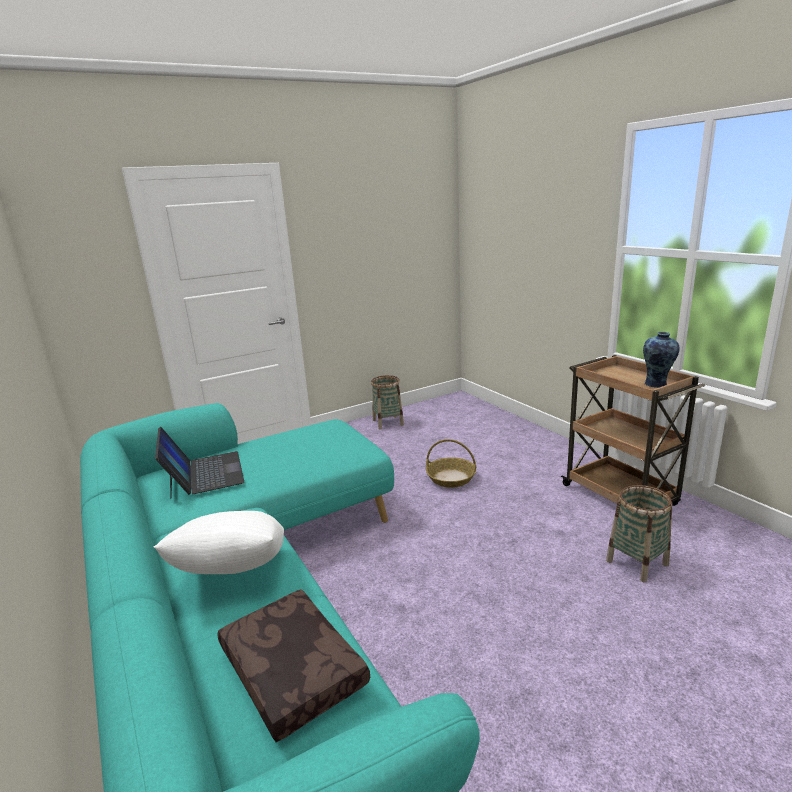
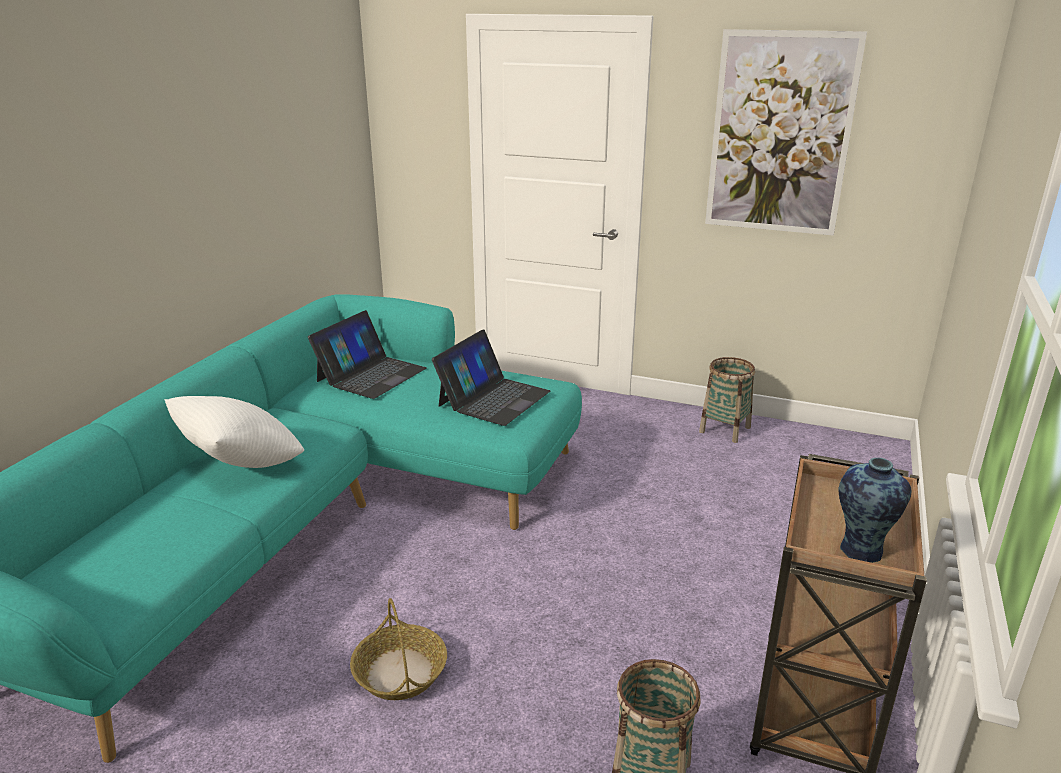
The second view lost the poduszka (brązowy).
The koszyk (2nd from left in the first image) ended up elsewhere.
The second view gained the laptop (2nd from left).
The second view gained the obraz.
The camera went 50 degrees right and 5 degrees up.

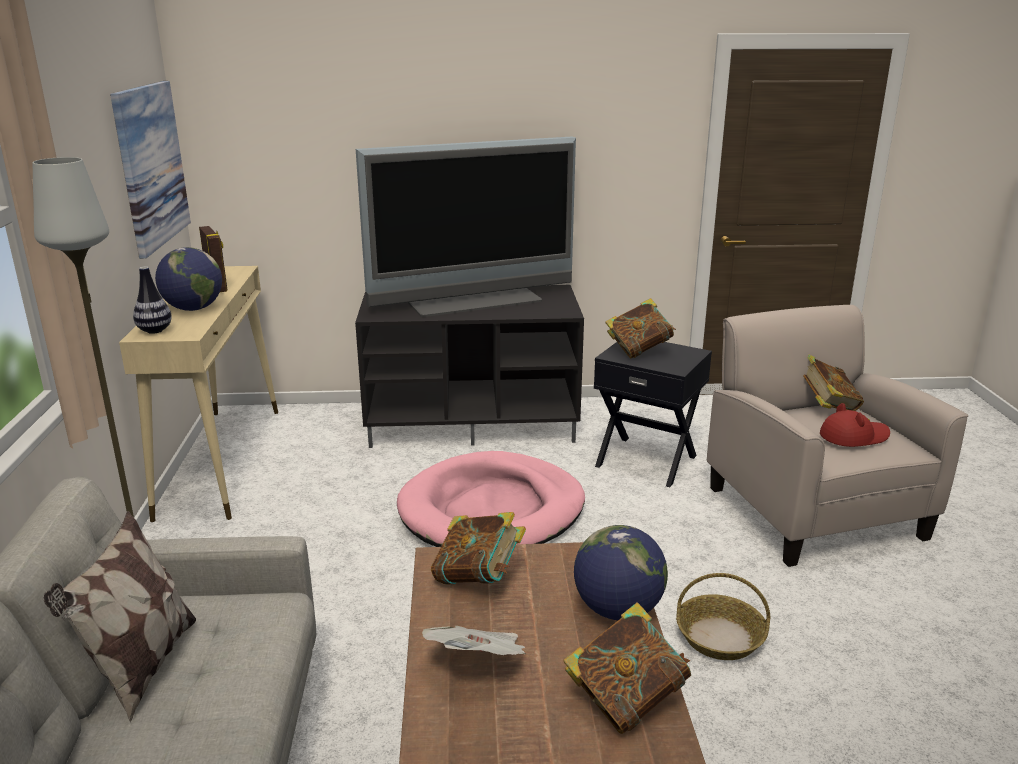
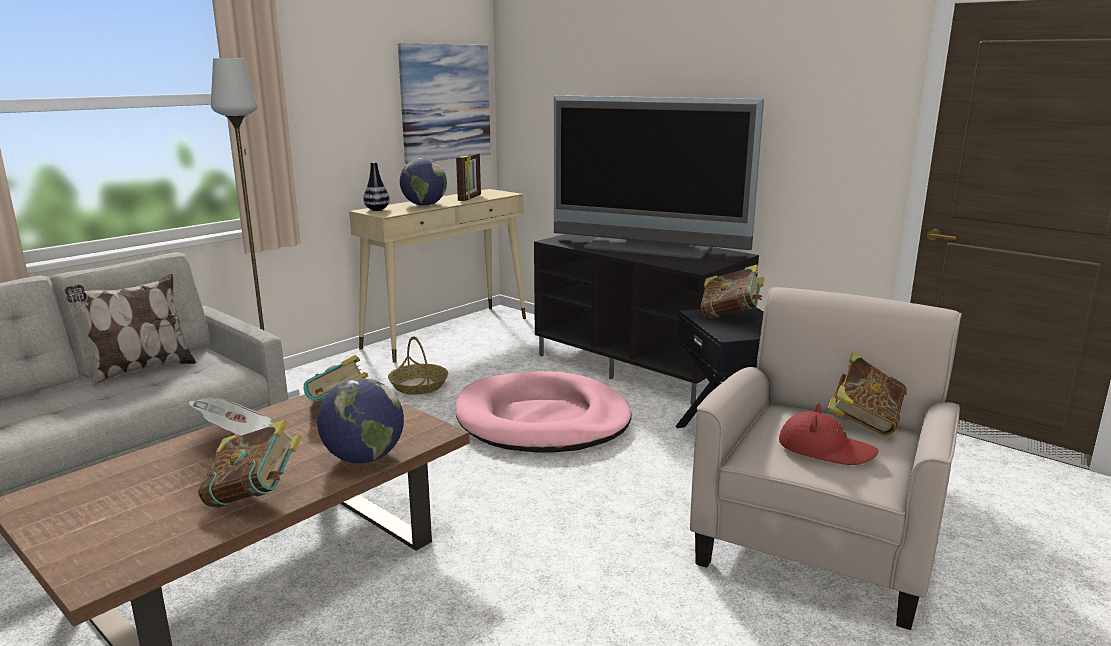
The koszyk ended up elsewhere.
The camera went 45 degrees right and 5 degrees down.

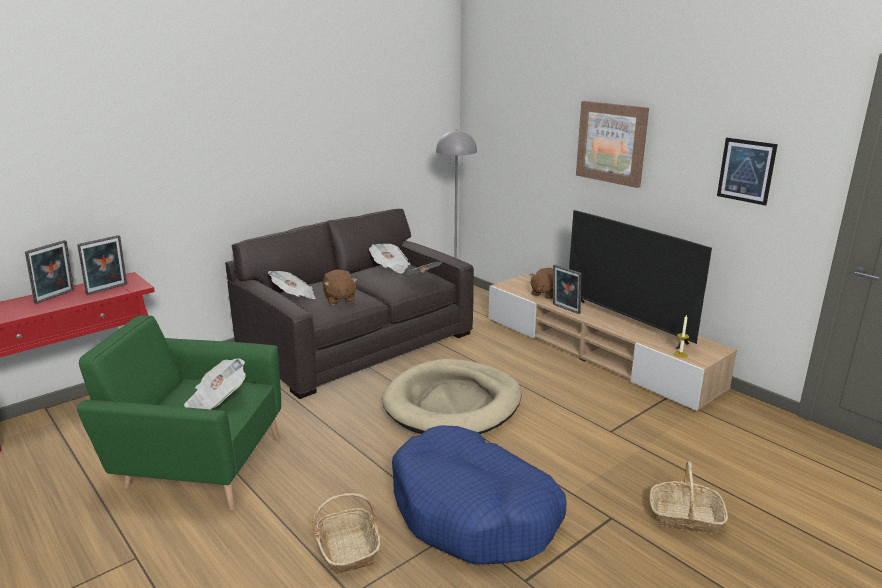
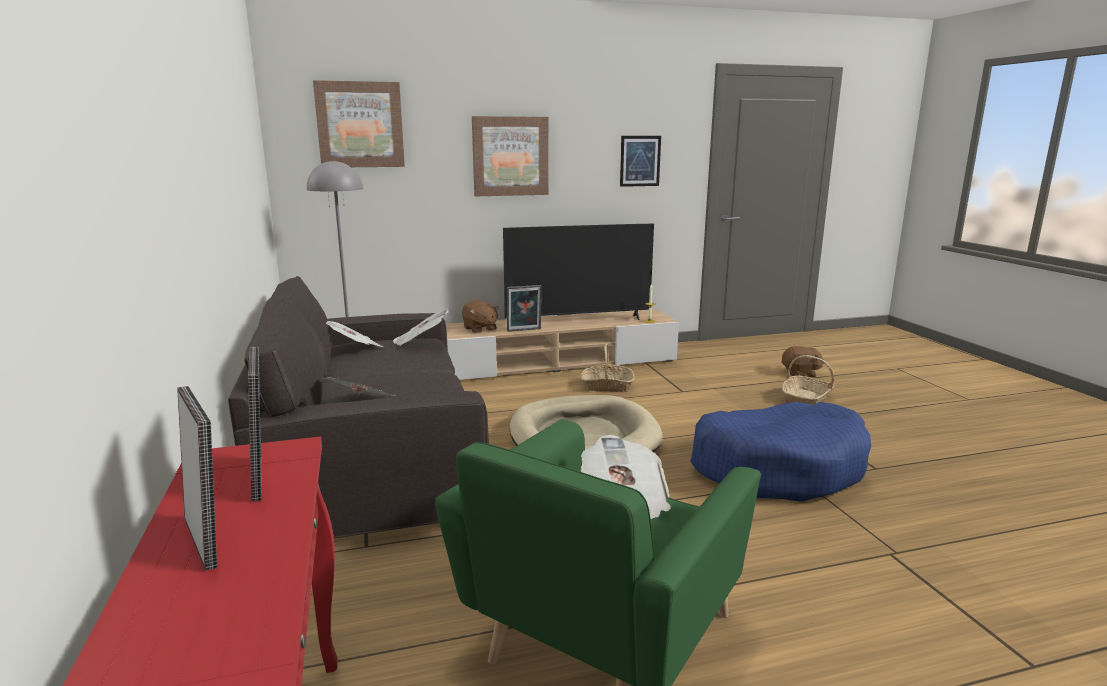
The koszyk (1st from left) ended up elsewhere.
The pluszak (brązowy) (1st from left in the first image) ended up elsewhere.
The second view gained the obraz (1st from left).
The camera went 65 degrees left and 5 degrees down.

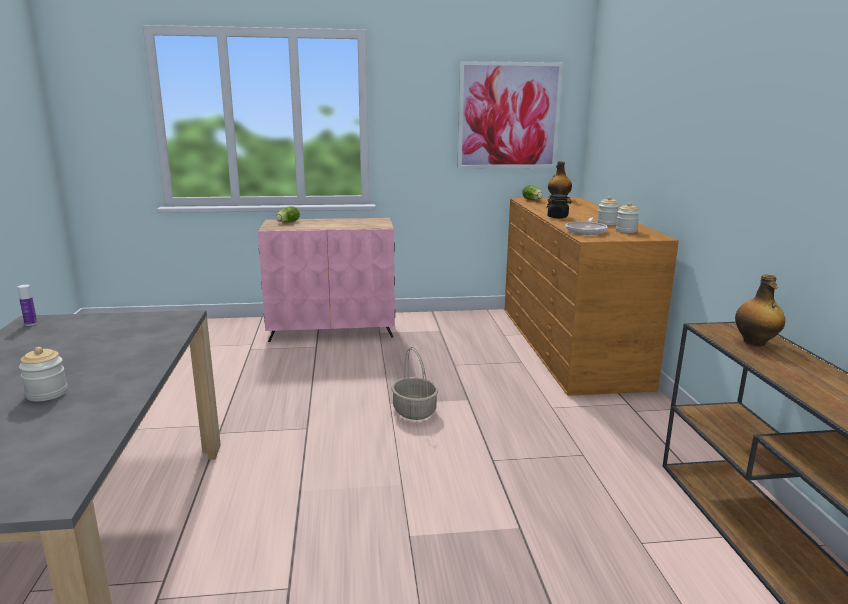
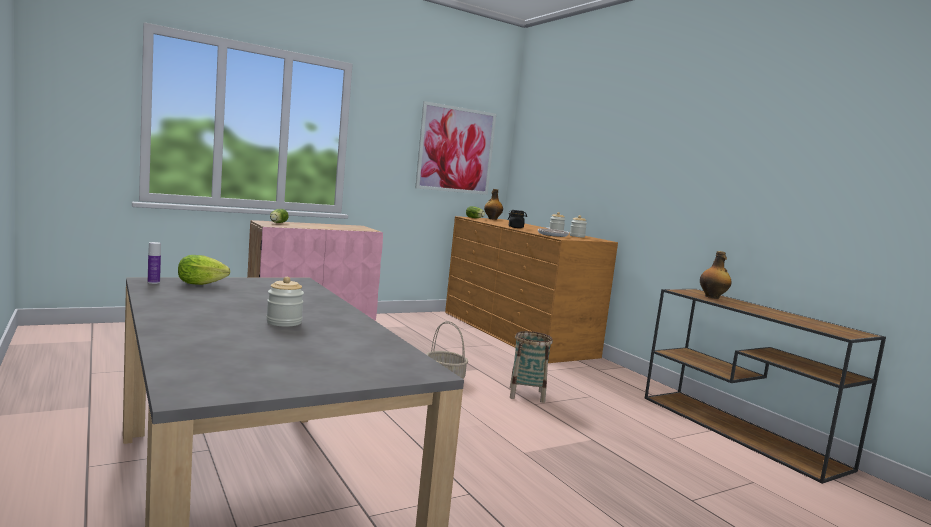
The second view gained the sałata (1st from left).
The second view gained the koszyk (2nd from left).
The camera went 25 degrees left and 10 degrees down.

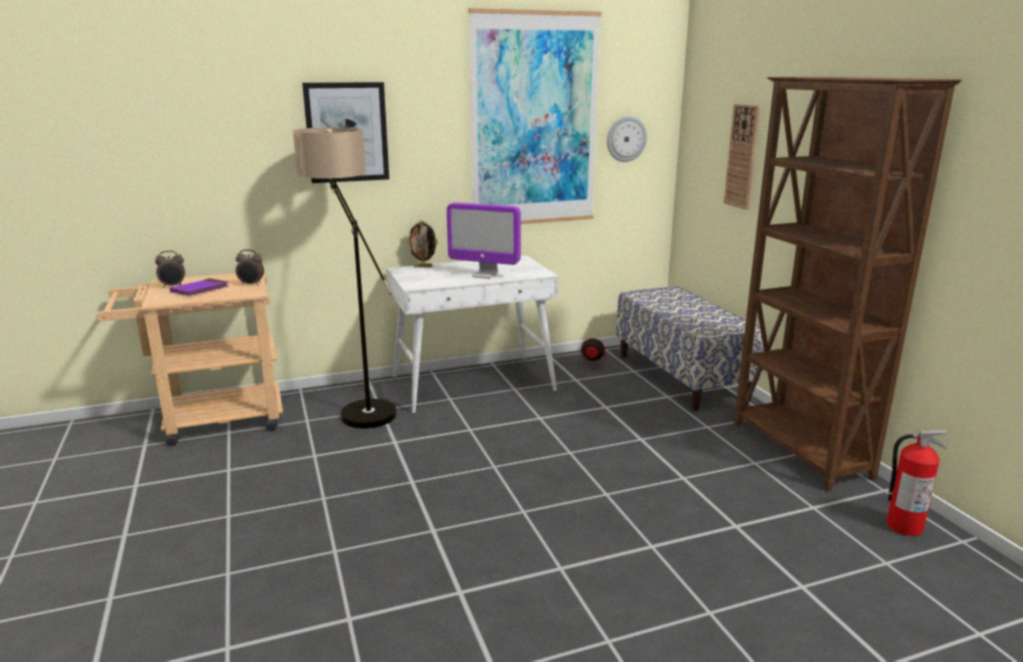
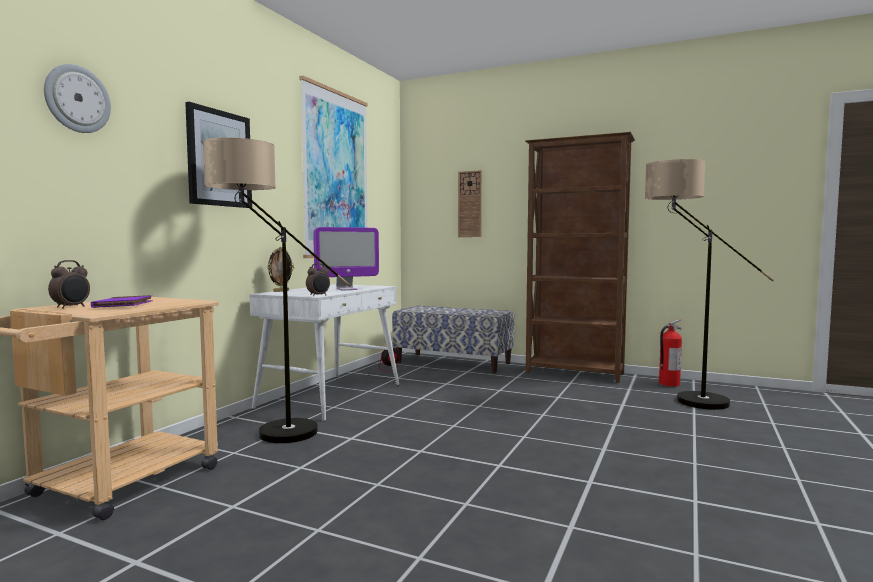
The budzik (2nd from left) ended up elsewhere.
The zegar ścienny (1st from left) ended up elsewhere.
The second view gained the lampa stojąca (2nd from left).
The camera went 45 degrees left and 15 degrees down.

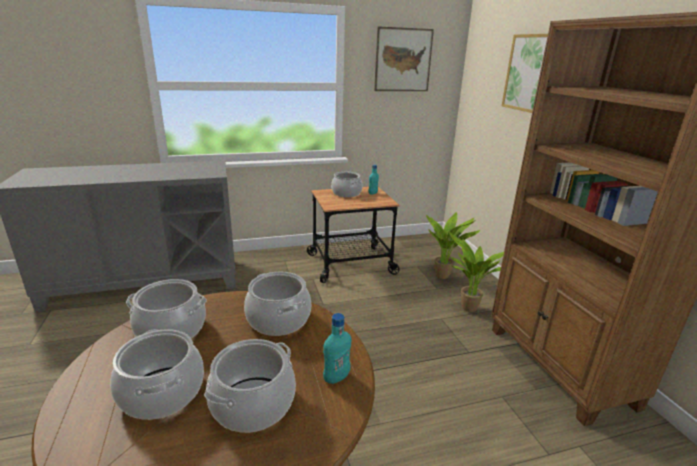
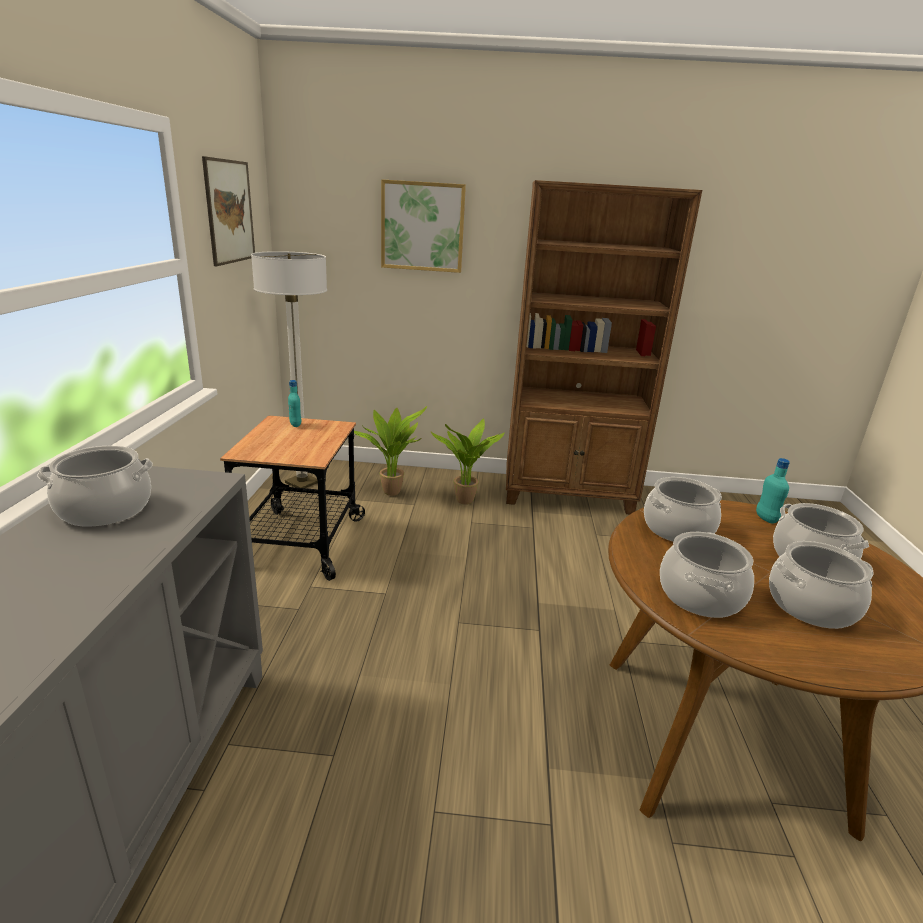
The garnek (5th from left in the first image) ended up elsewhere.
The second view gained the lampa stojąca.
The camera went 70 degrees left and 0 degrees up.

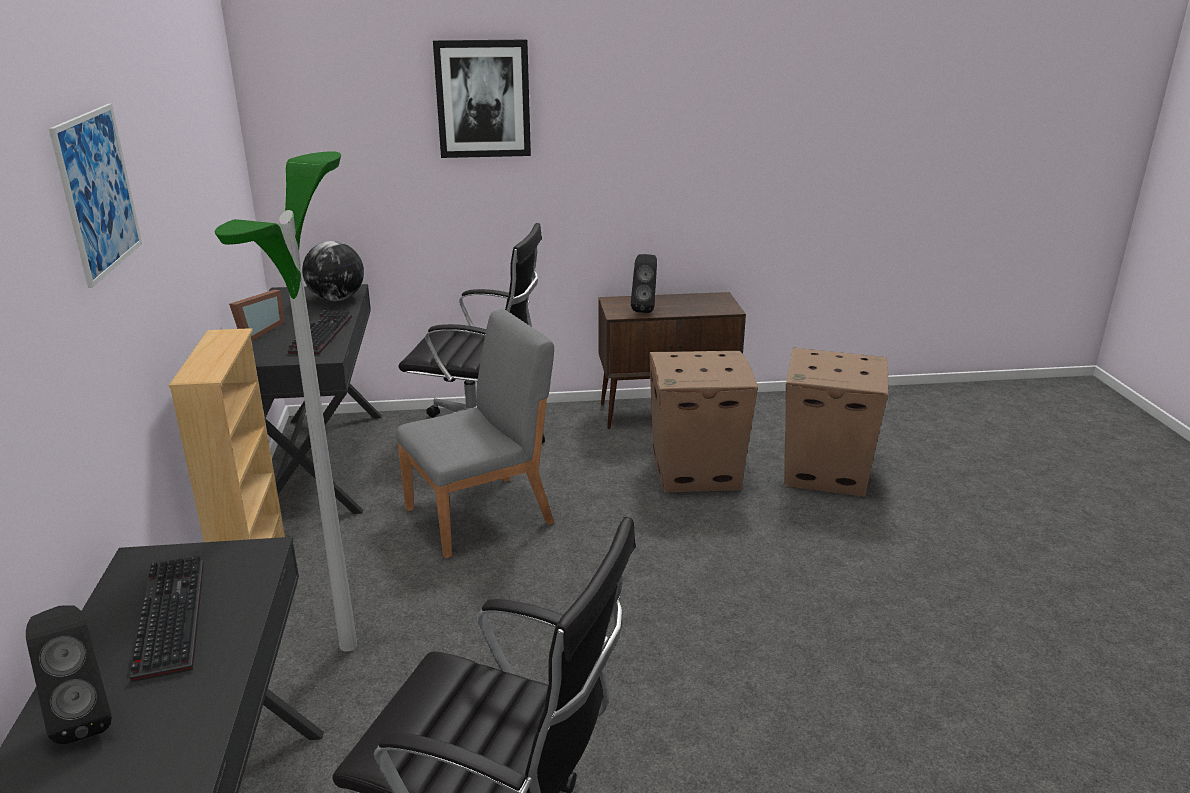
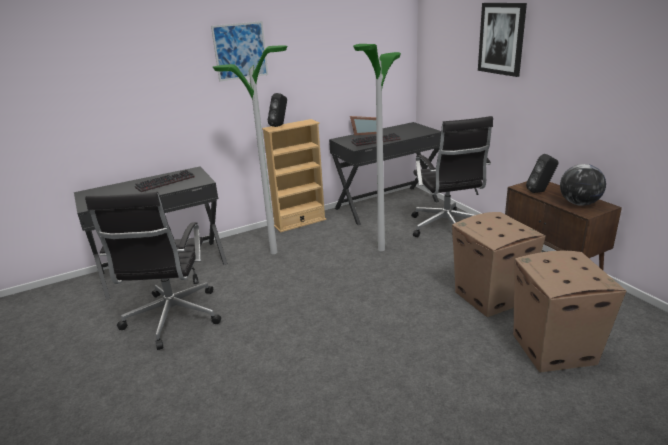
The głośnik (czarny) (1st from left) ended up elsewhere.
The globus ended up elsewhere.
Where the krzesło (szary) stood, the lampa stojąca (2nd from left) came to stand.
The camera went 70 degrees right and 0 degrees up.

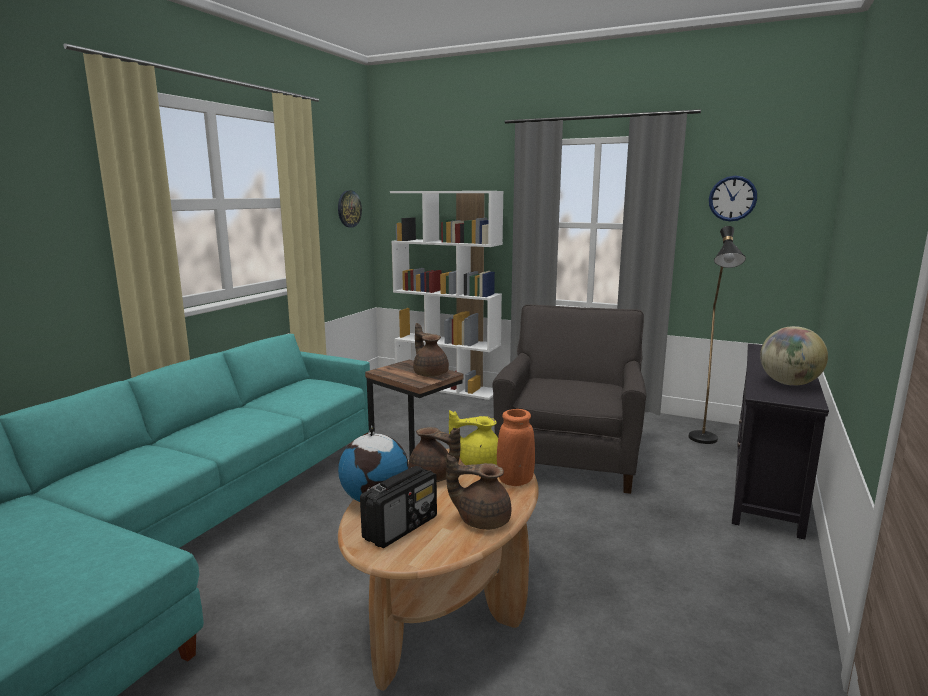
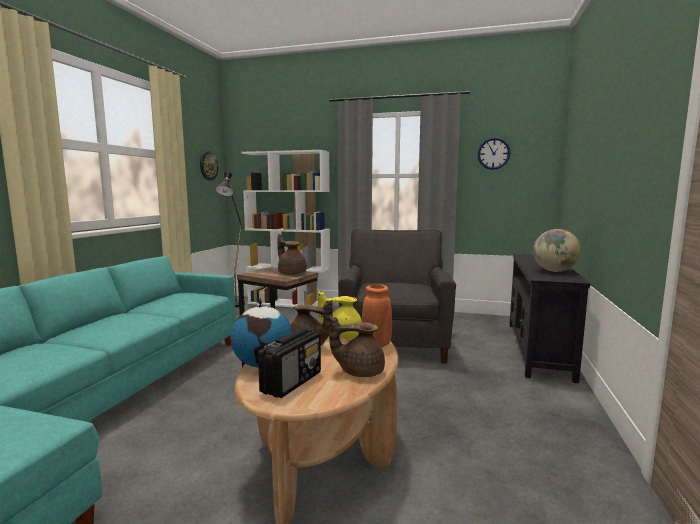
The lampa stojąca (czarny) ended up elsewhere.
The camera went 10 degrees left and 5 degrees down.

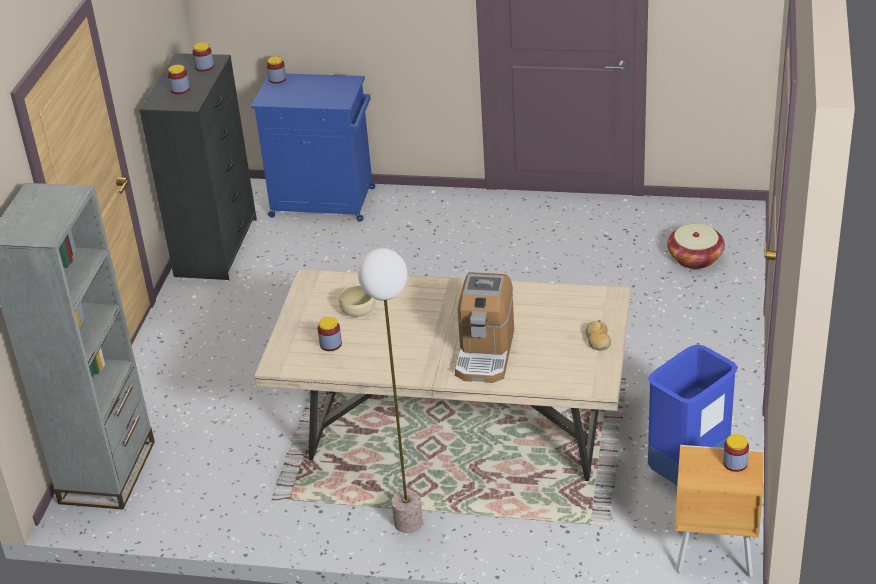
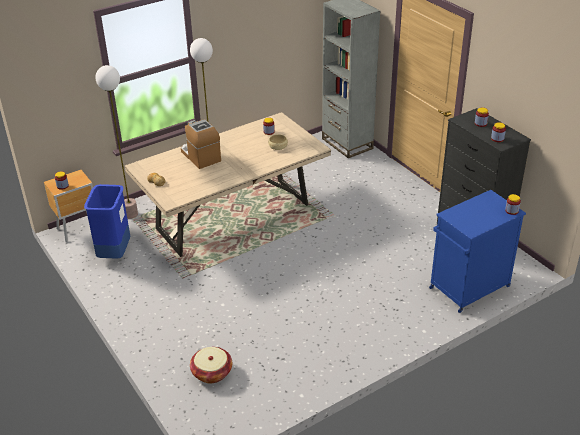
The second view gained the lampa stojąca (1st from left).
The camera went 135 degrees right and 0 degrees up.

